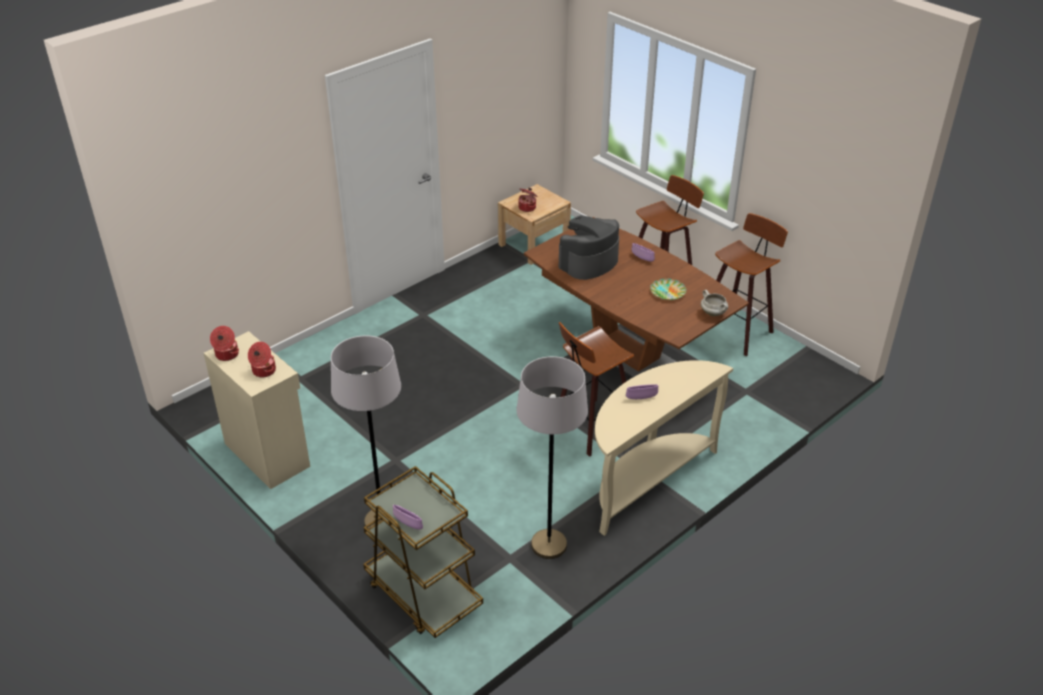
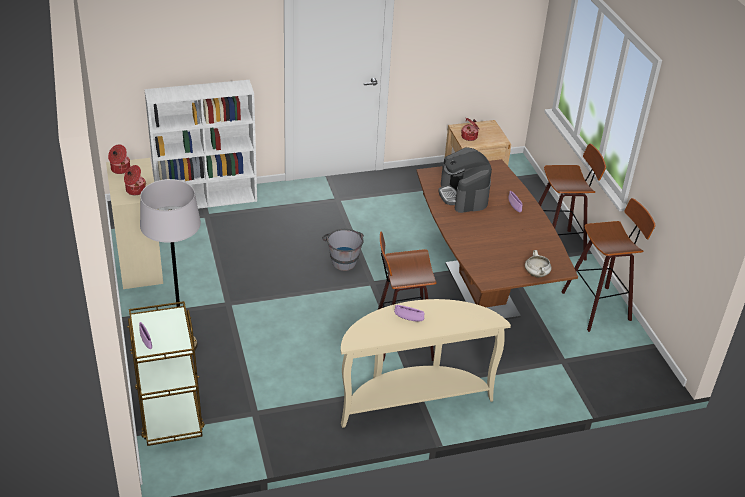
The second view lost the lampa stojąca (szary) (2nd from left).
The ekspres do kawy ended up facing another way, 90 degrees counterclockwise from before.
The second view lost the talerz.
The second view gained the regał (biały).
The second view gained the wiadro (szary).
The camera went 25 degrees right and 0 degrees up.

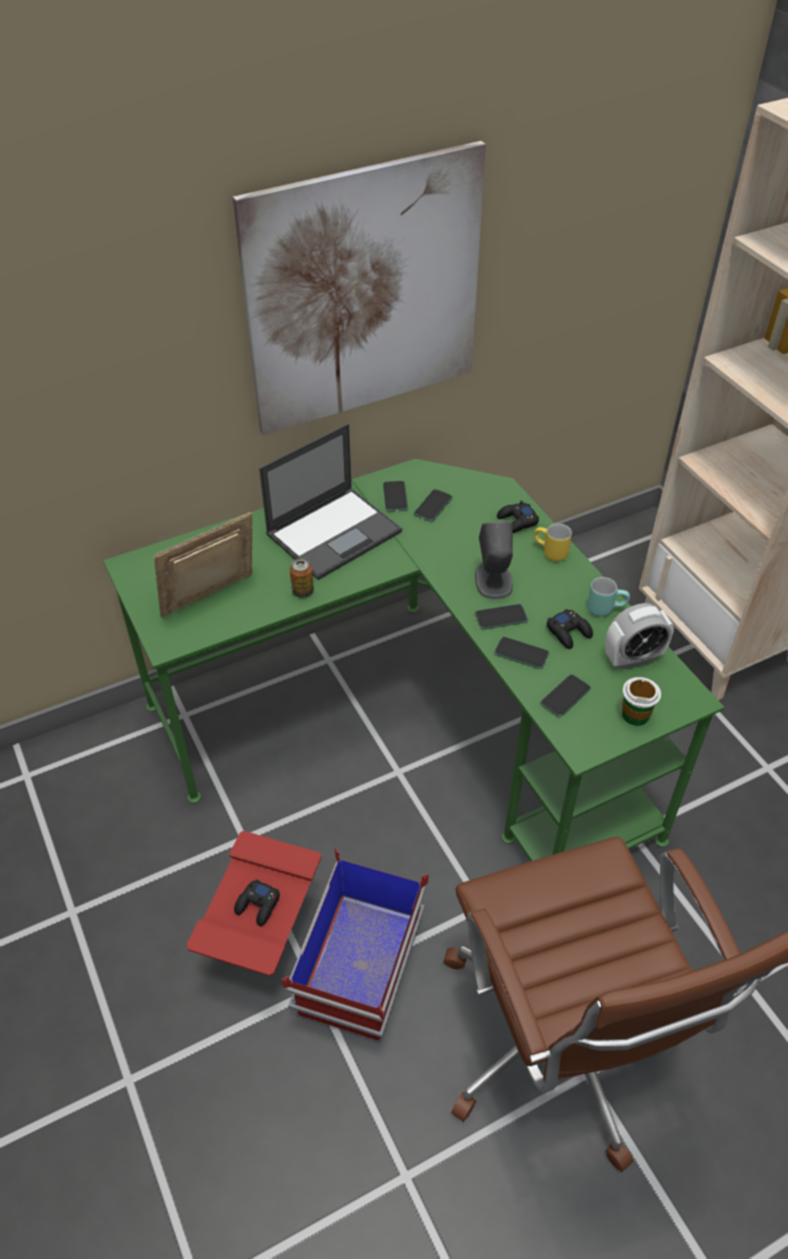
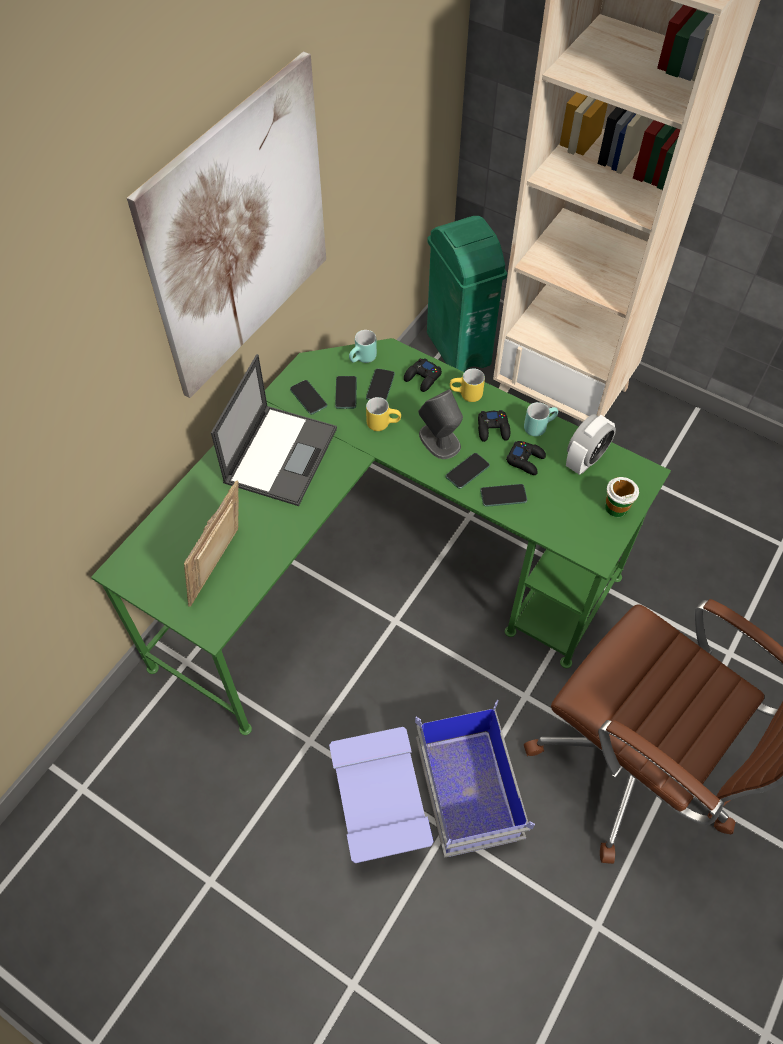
What was the pojemnik do przechowywania (czerwony) turned into the pojemnik do przechowywania (niebieski).
The pad do gier (czarny) (1st from left in the first image) ended up elsewhere.
The second view lost the puszka.
The telefon (5th from left in the first image) ended up elsewhere.
The second view gained the kubek (turkusowy) (1st from left).
The second view gained the kubek (żółty) (1st from left).
The second view gained the kosz na śmieci (zielony).
The camera went 30 degrees left and 10 degrees up.

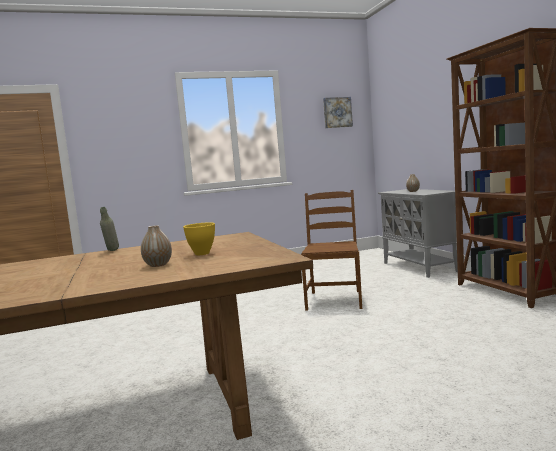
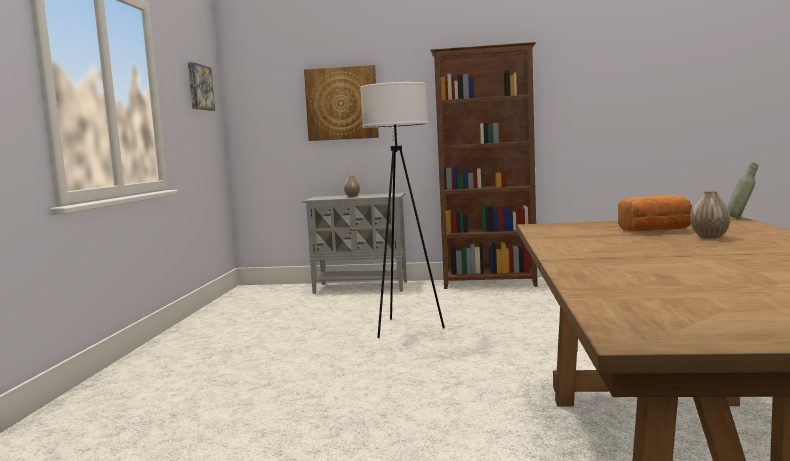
The butelka (szary) ended up elsewhere.
Where the miska (żółty) stood, the chleb came to stand.
Where the krzesło (brązowy) stood, the lampa stojąca (biały) came to stand.
The second view gained the obraz (2nd from left).
The camera went 65 degrees left and 0 degrees up.

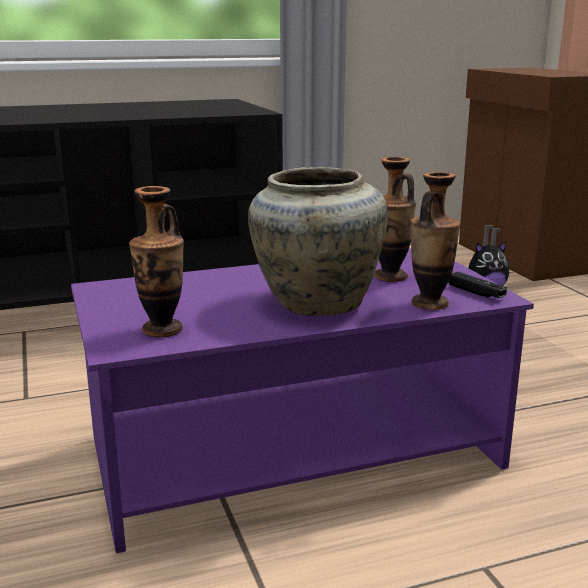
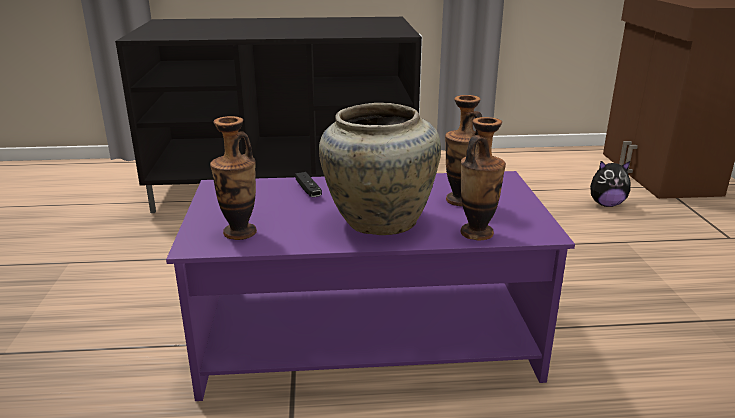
The pad do gier (czarny) ended up elsewhere.
The camera went 15 degrees right and 5 degrees up.

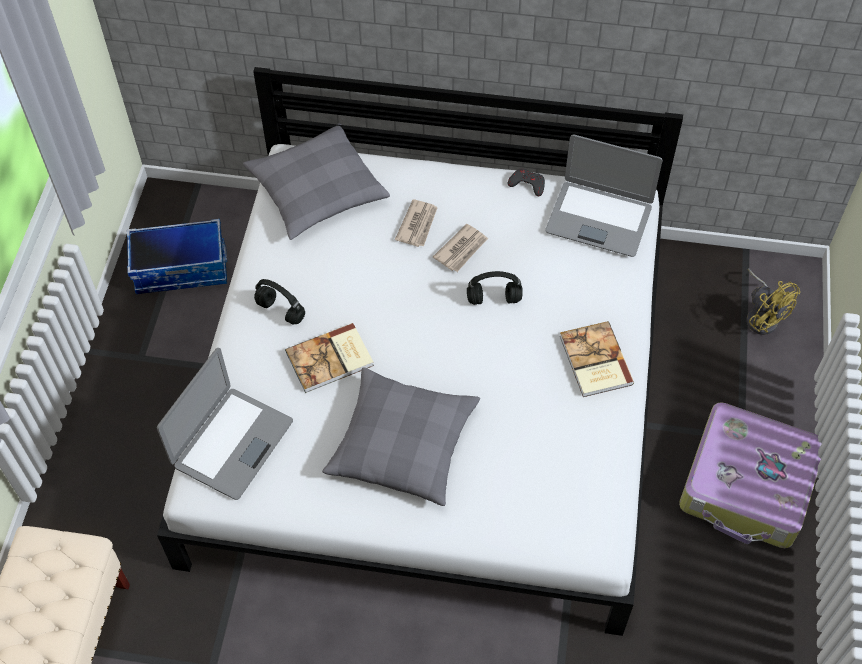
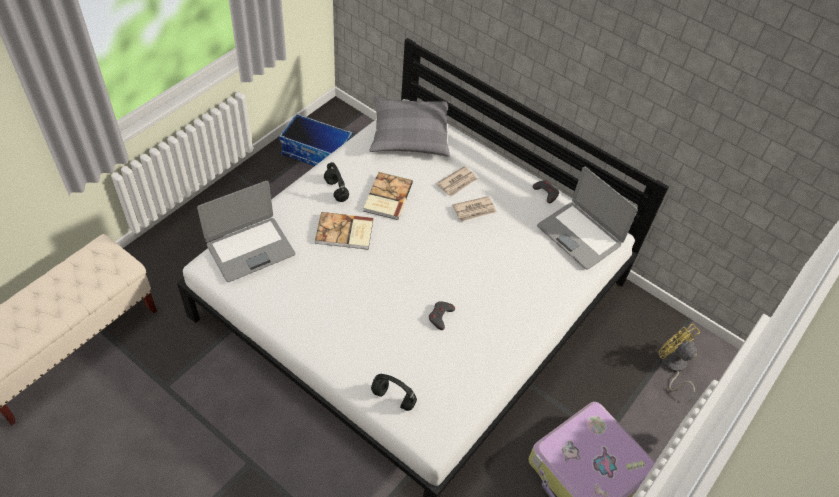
The second view lost the poduszka (szary) (2nd from left).
The słuchawki (czarny) (2nd from left) ended up elsewhere.
The książka (2nd from left) ended up elsewhere.
The wentylator (żółty) ended up facing another way, 150 degrees clockwise from before.
The second view gained the pad do gier (szary) (1st from left).
The camera went 25 degrees right and 5 degrees down.

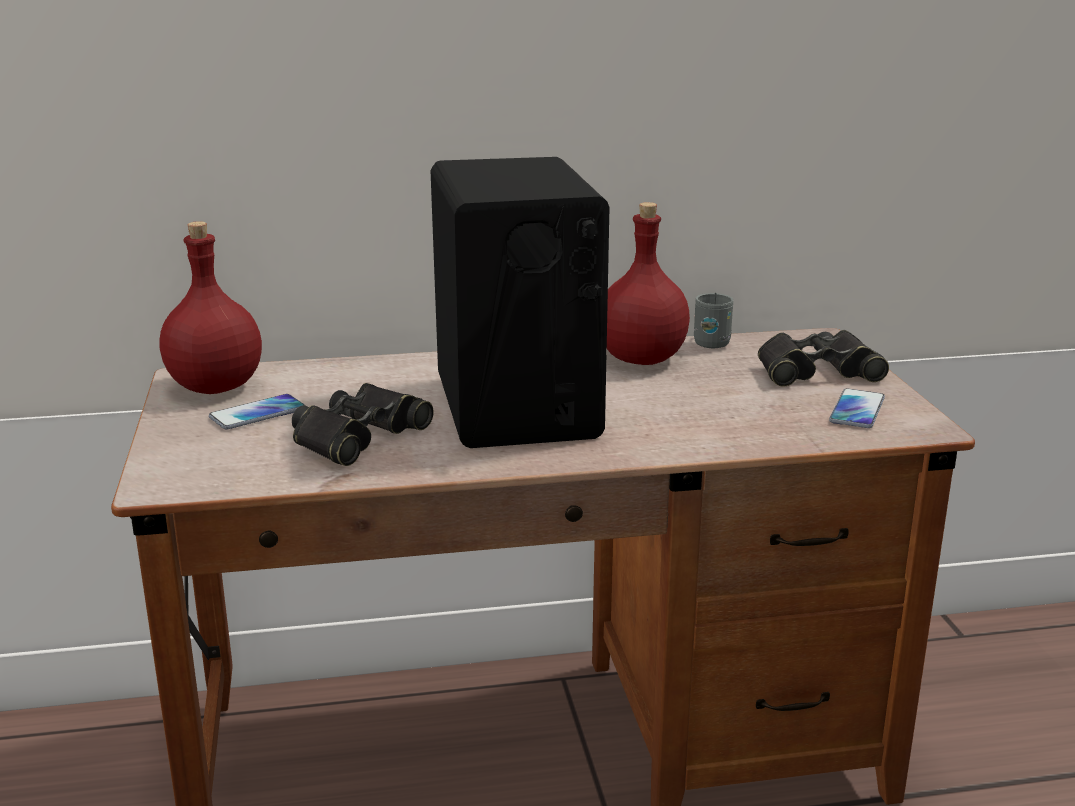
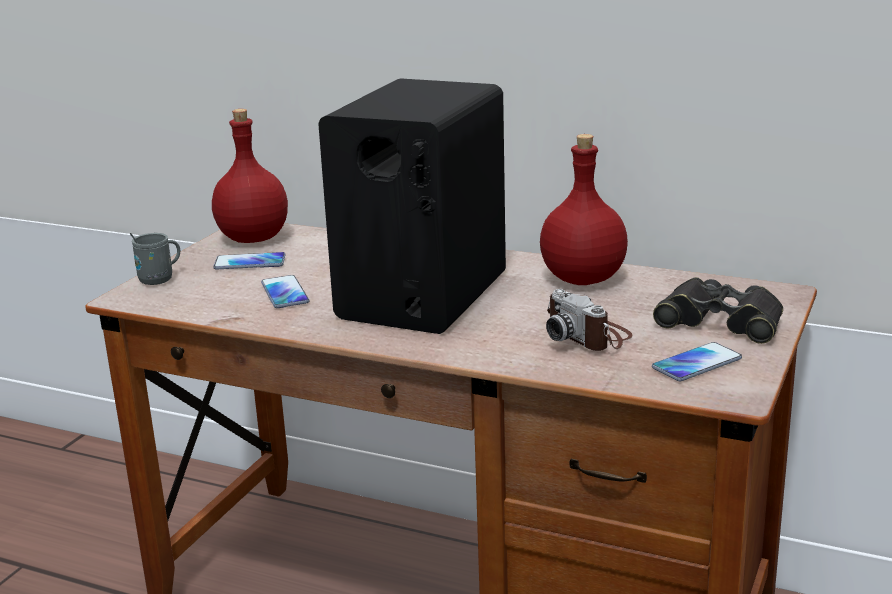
Where the lornetka (czarny) (1st from left) stood, the telefon (2nd from left) came to stand.
The kubek (szary) ended up elsewhere.
The second view gained the aparat fotograficzny.
The camera went 35 degrees right and 0 degrees up.

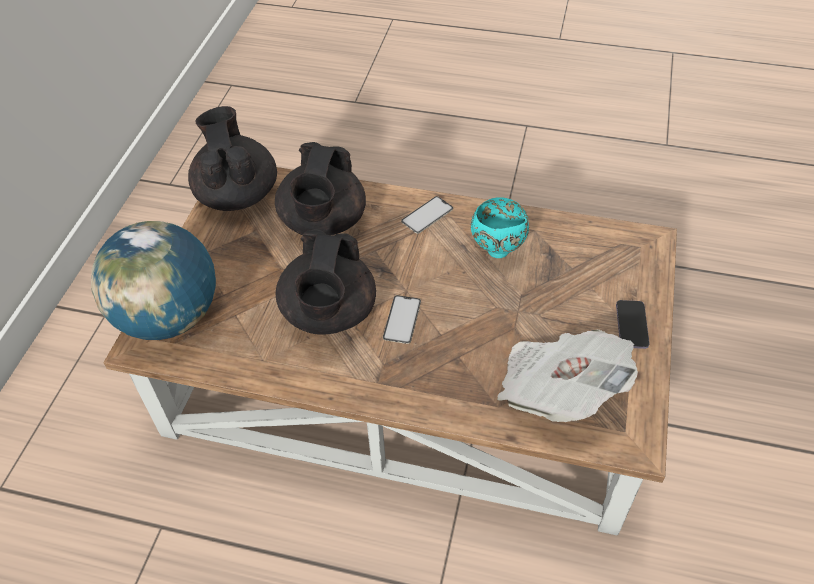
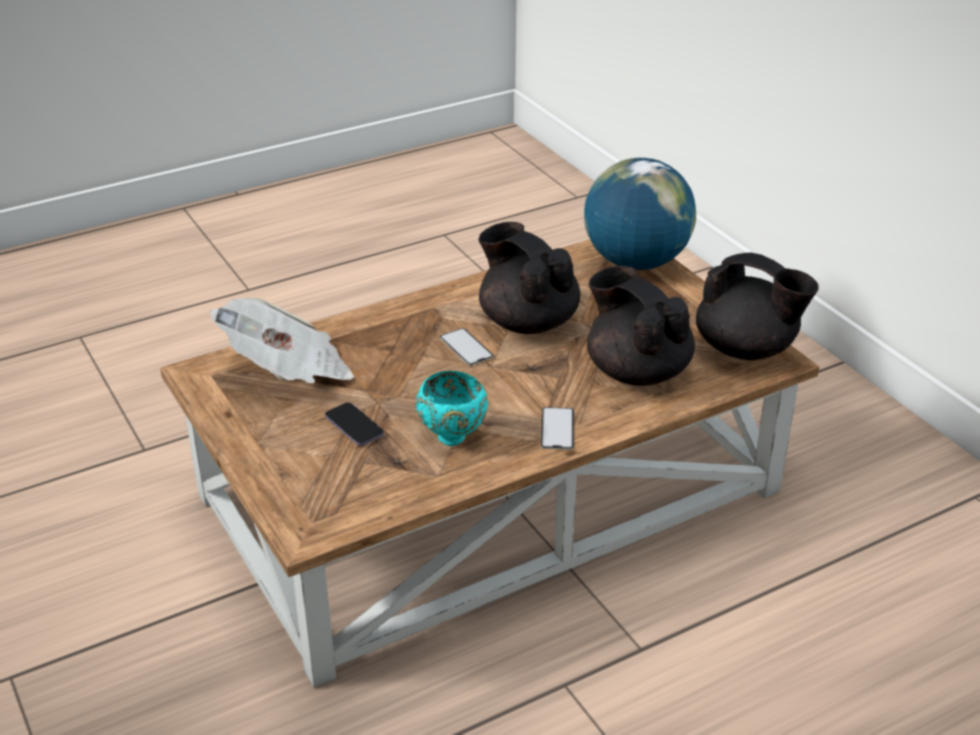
The telefon (3rd from left in the first image) ended up elsewhere.
The camera went 135 degrees right and 15 degrees down.

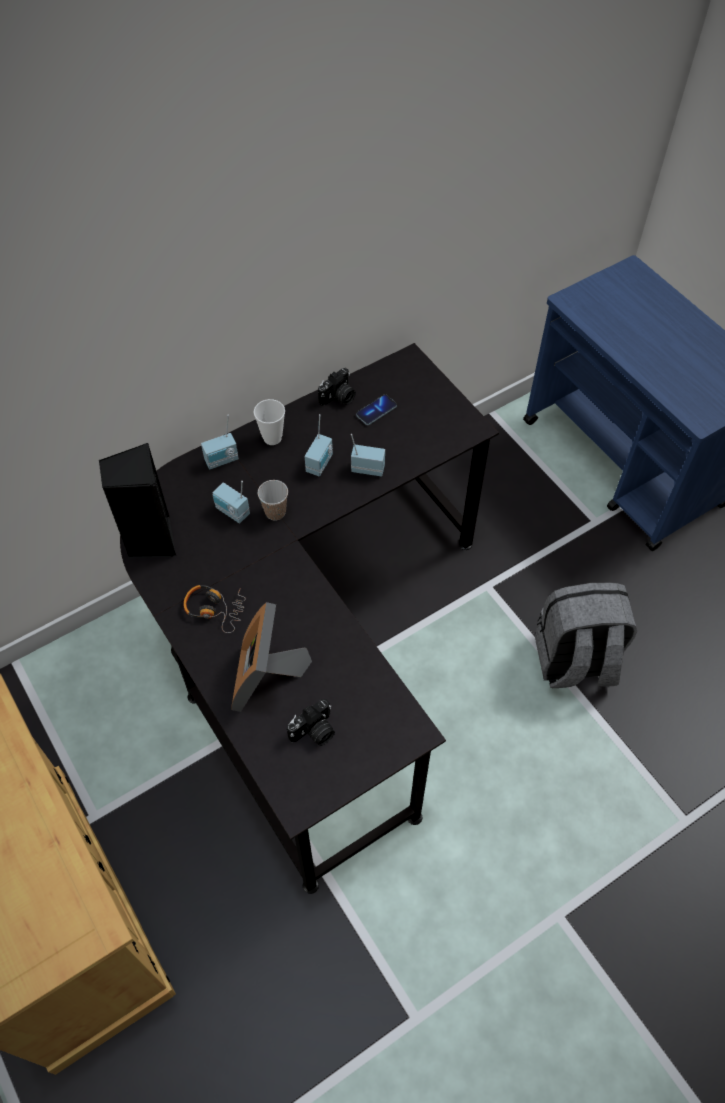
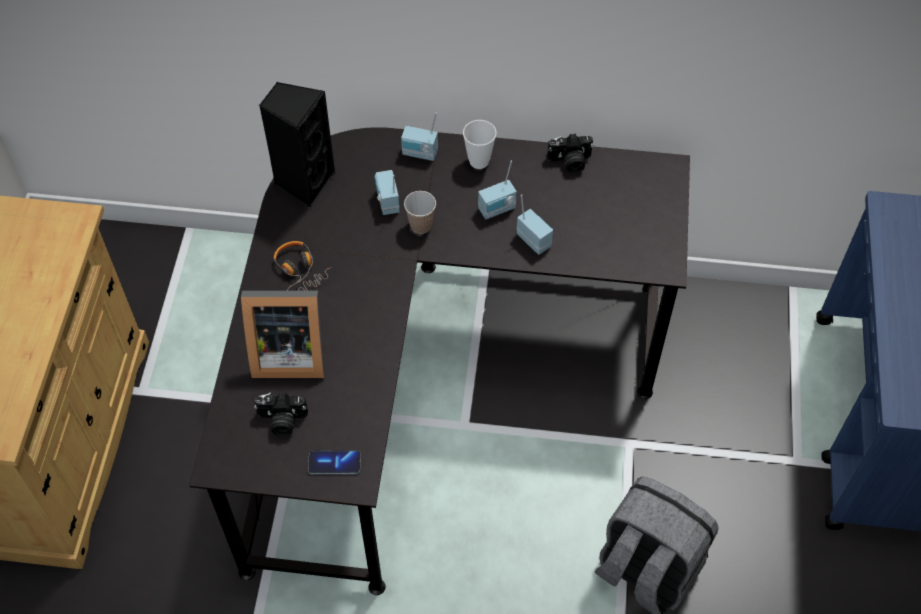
The ramka na zdjęcie ended up facing another way, 135 degrees counterclockwise from before.
The telefon ended up elsewhere.
The camera went 40 degrees right and 0 degrees up.

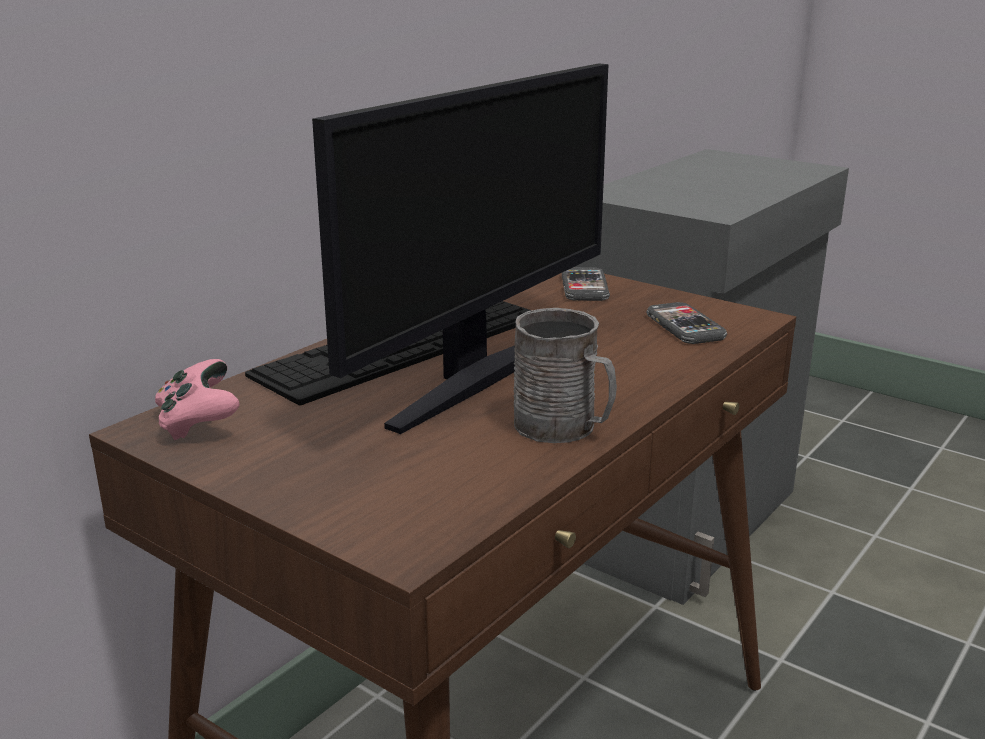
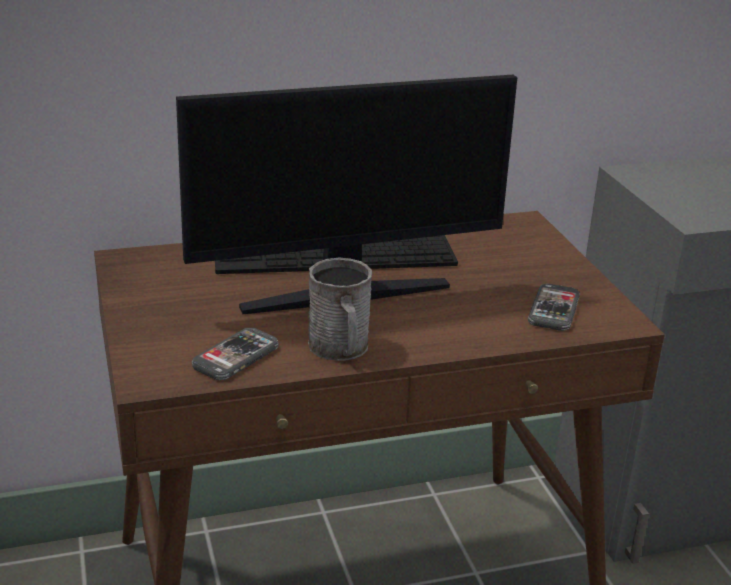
The second view lost the pad do gier (różowy).
The telefon (1st from left) ended up elsewhere.
The camera went 35 degrees right and 5 degrees up.

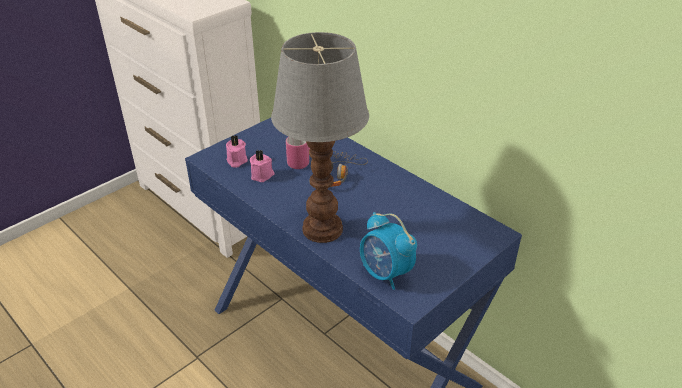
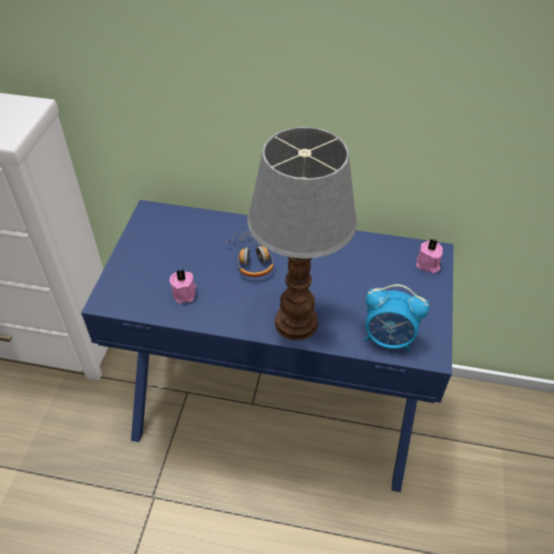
The świeca (różowy) (1st from left in the first image) ended up elsewhere.
The second view lost the kubek (różowy).
The camera went 35 degrees left and 10 degrees up.

